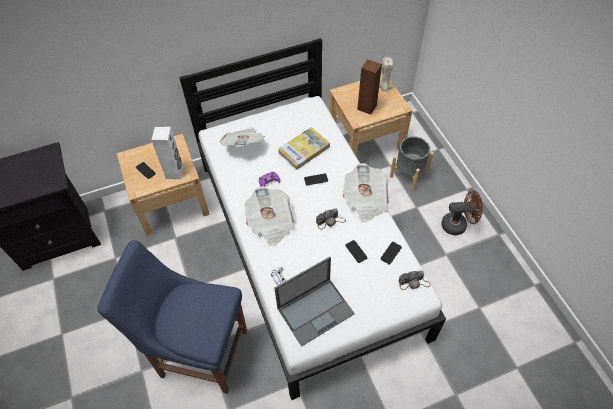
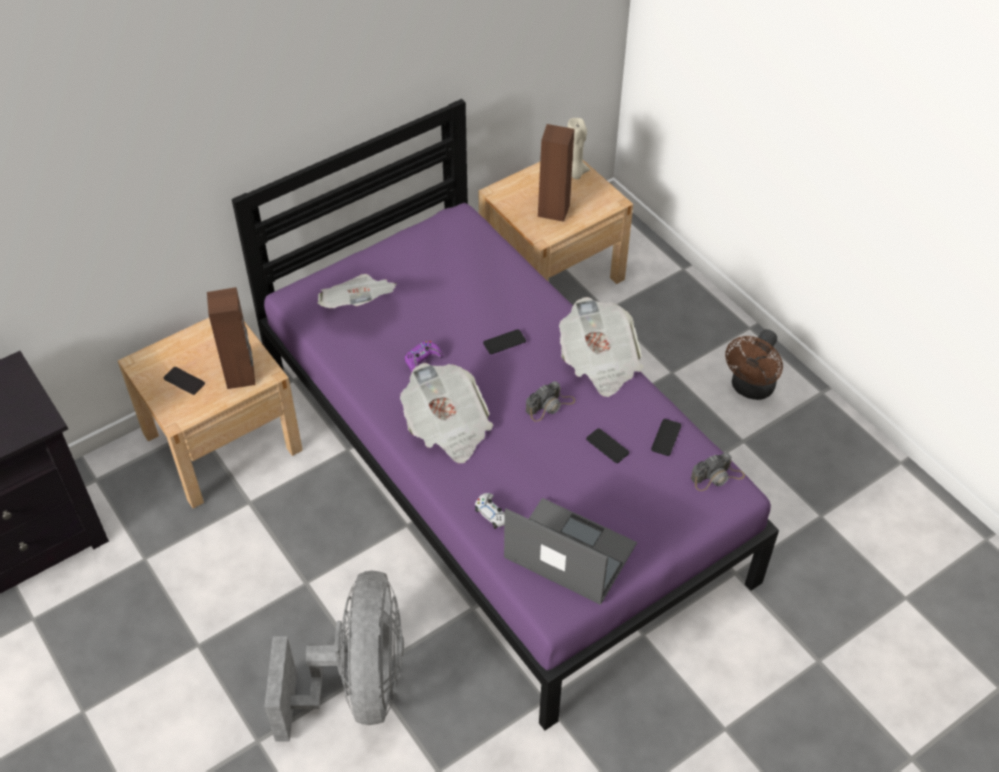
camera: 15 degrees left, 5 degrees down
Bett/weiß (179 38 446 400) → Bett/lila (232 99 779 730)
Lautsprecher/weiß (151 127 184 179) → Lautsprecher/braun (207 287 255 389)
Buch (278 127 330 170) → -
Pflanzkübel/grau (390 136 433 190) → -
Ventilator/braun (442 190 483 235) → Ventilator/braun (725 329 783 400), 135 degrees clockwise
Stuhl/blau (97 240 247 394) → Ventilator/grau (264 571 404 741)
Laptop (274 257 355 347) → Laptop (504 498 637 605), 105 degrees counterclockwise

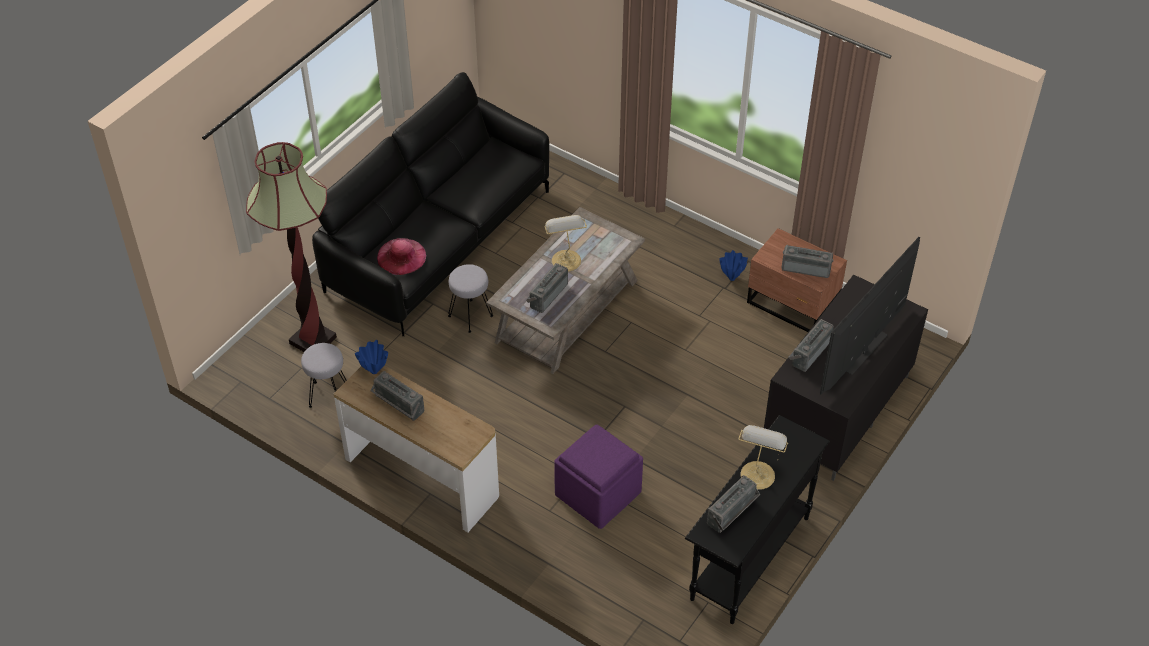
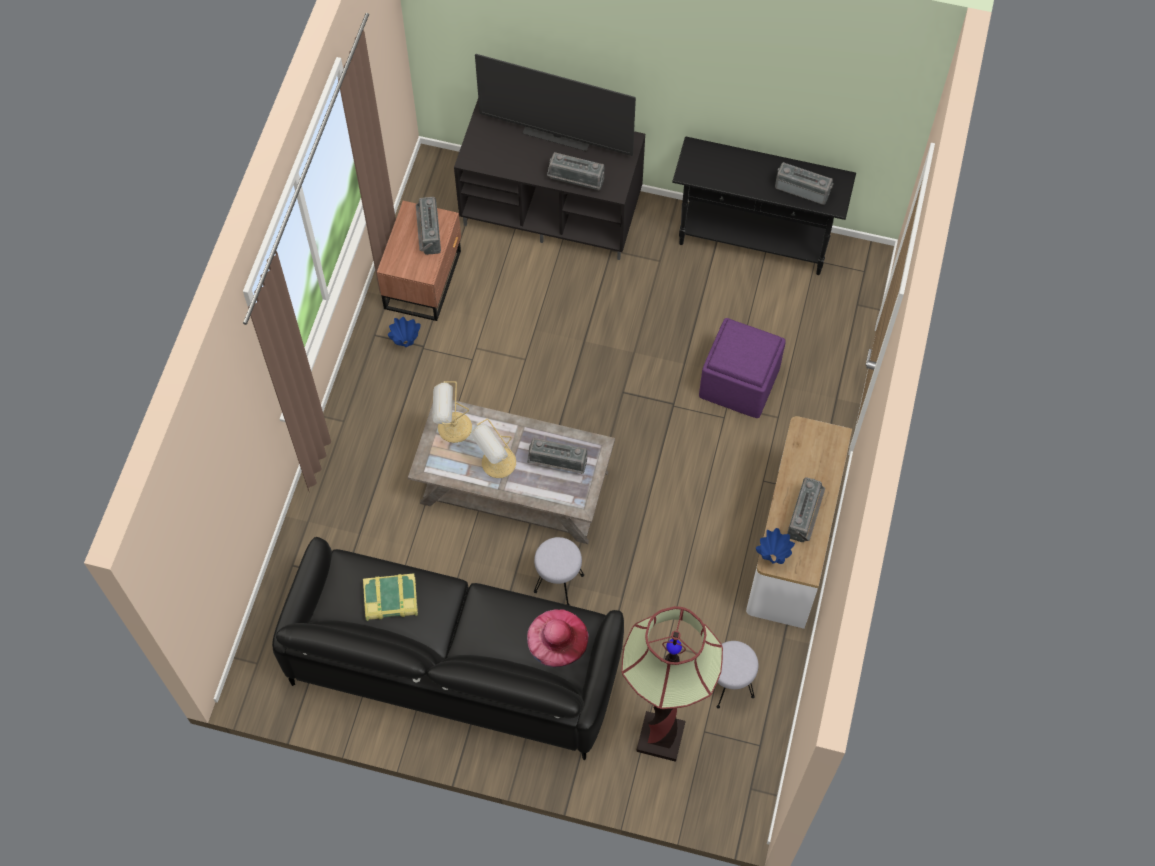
camera: 110 degrees left, 15 degrees up
Tischlampe (738 425 788 490) → Tischlampe (432 381 472 443), move
- → Buch (363 573 418 621)

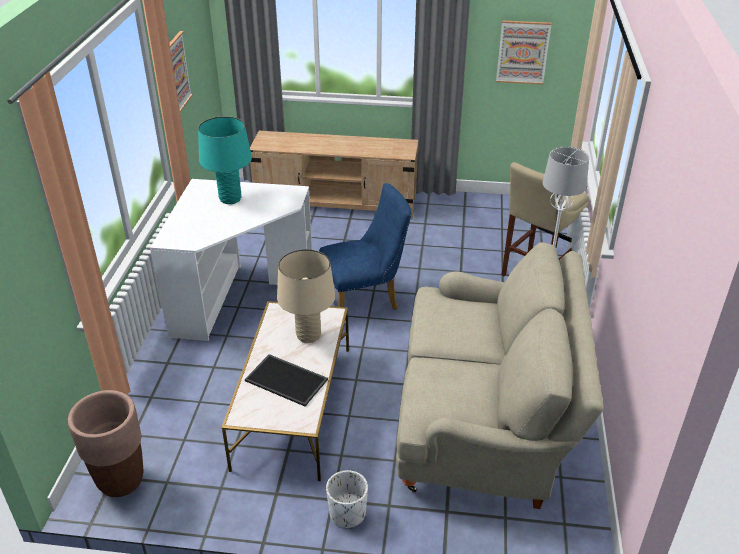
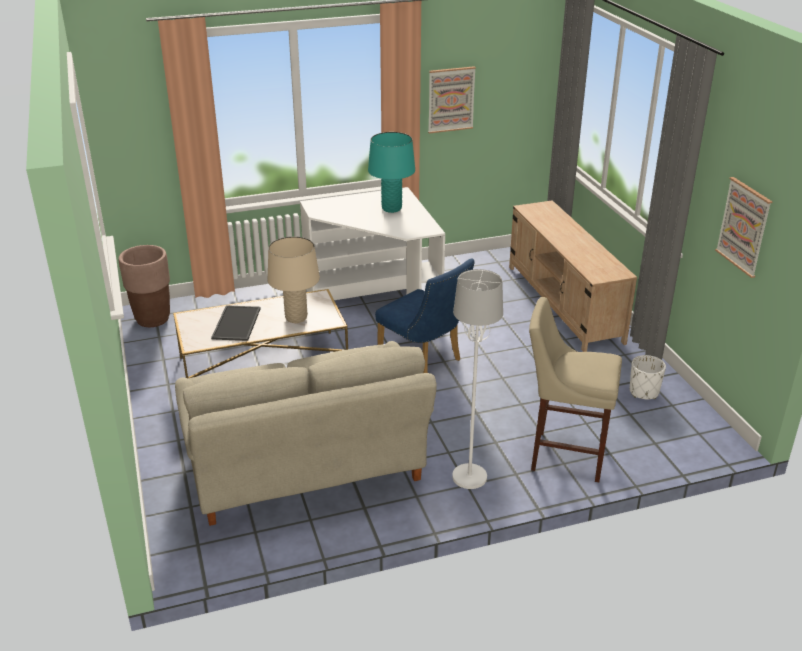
camera: 65 degrees right, 5 degrees down
Pflanzkübel/weiß (326 470 368 529) → Pflanzkübel/weiß (630 355 666 399), move

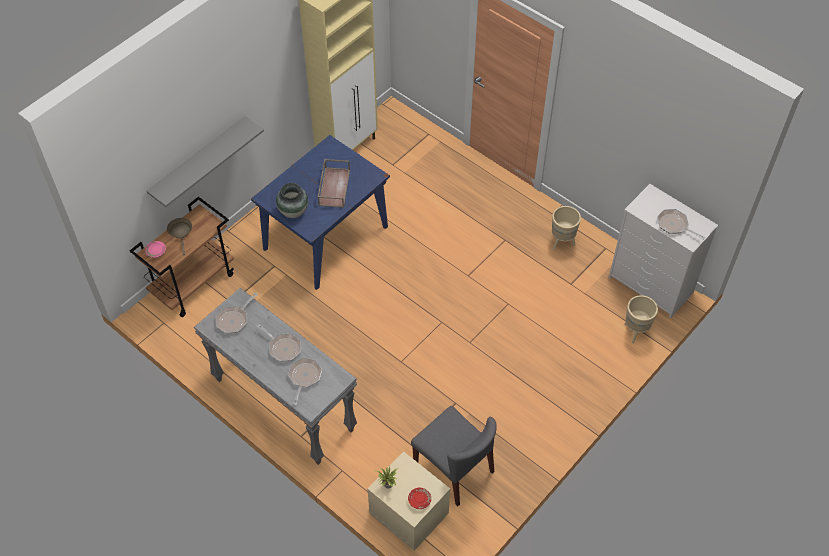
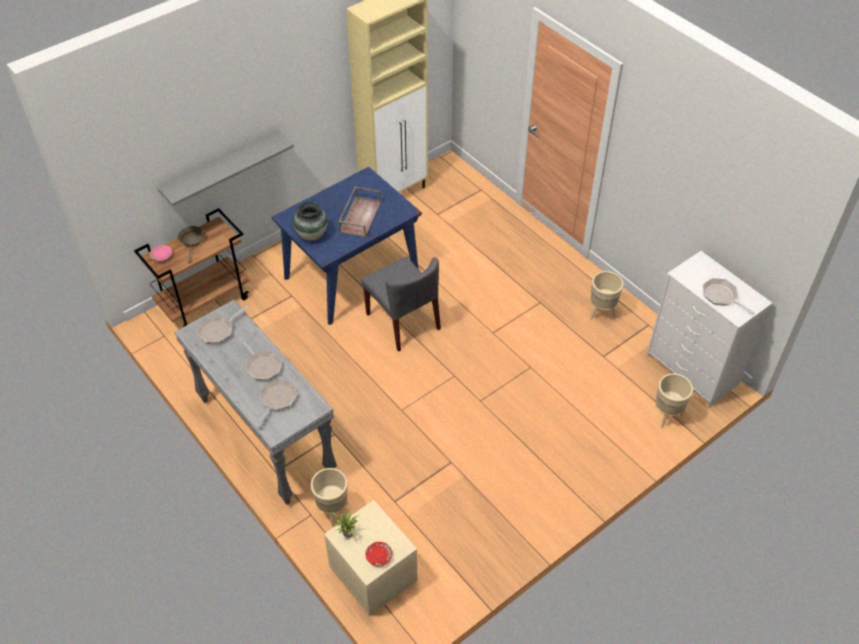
camera: 10 degrees right, 5 degrees down
Stuhl/grau (411 406 497 506) → Stuhl/grau (361 257 441 352), move
- → Pflanzkübel/beige (311 468 348 527)

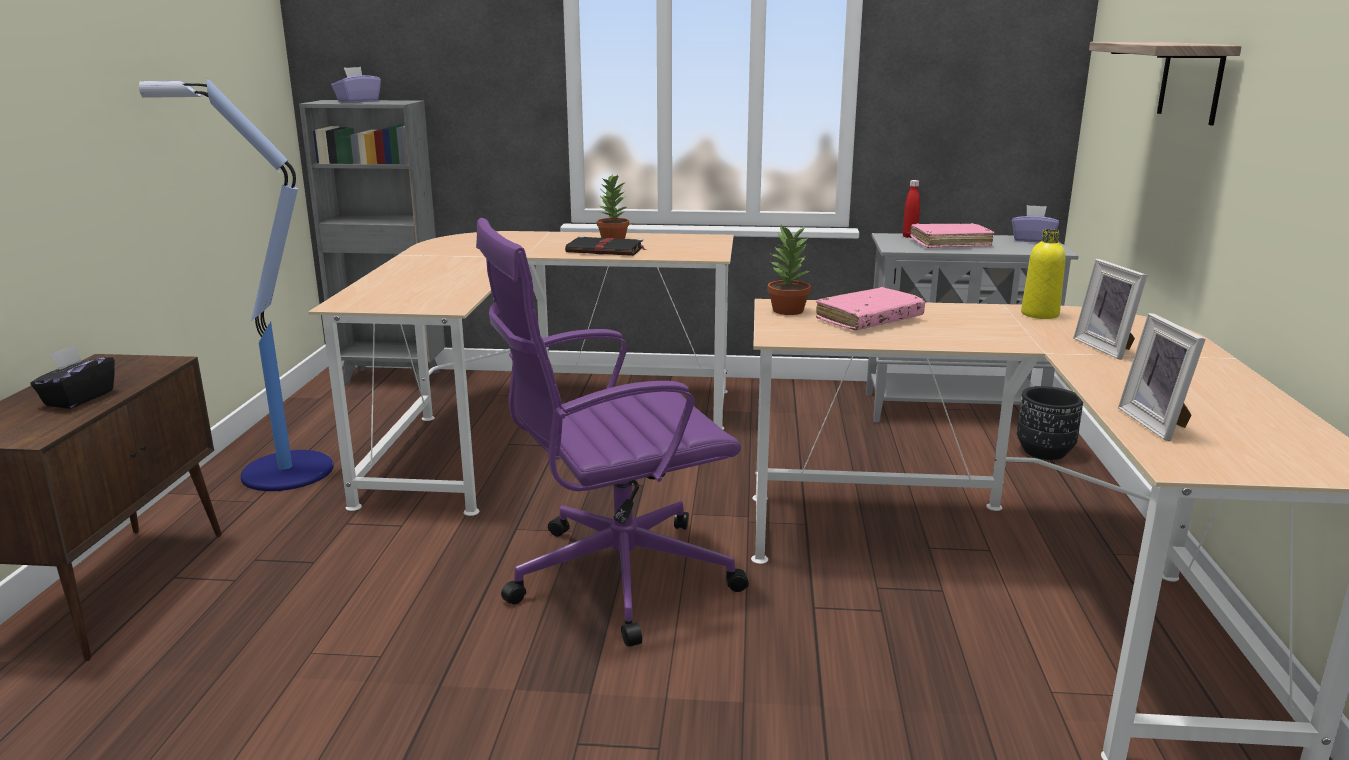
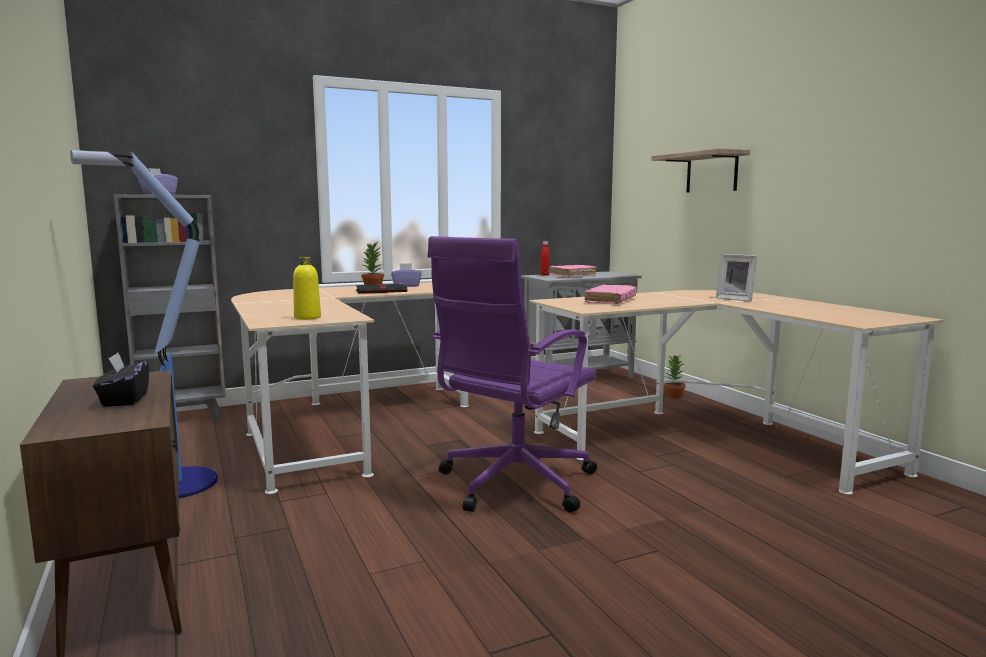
camera: 30 degrees left, 10 degrees down
Taschentuchbox/lila (1012 205 1059 242) → Taschentuchbox/lila (391 263 422 287), move
Topfpflanze (768 225 811 315) → Topfpflanze (664 355 686 398), move
Flasche/gelb (1021 229 1065 319) → Flasche/gelb (293 256 321 320), move
Bilderrahmen (1118 313 1206 441) → -
Pflanzkübel/schwarz (1017 386 1083 460) → -

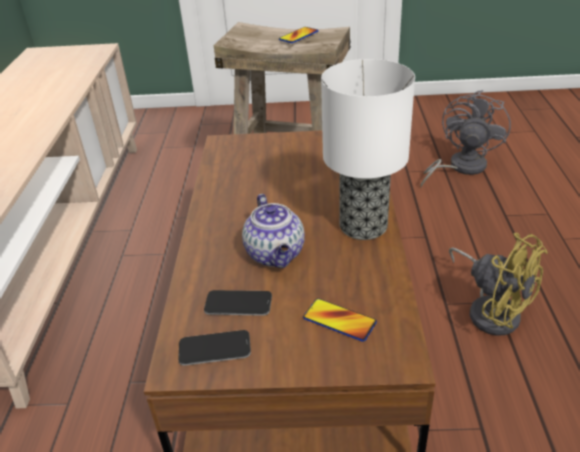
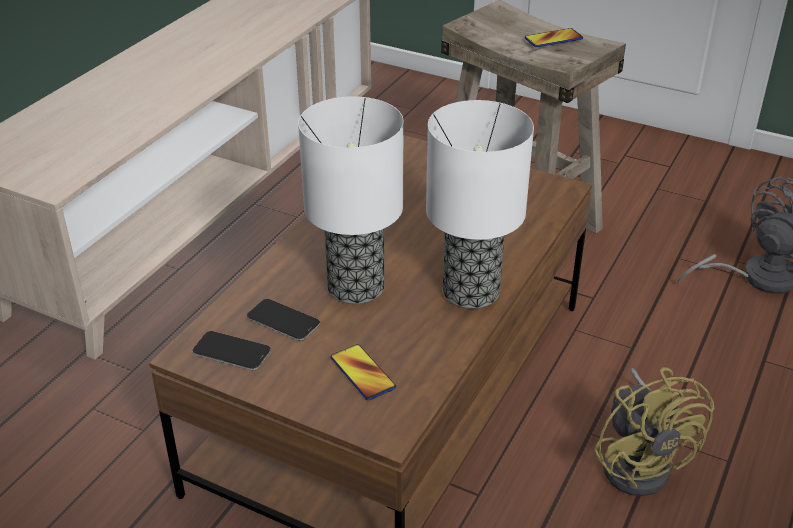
camera: 25 degrees right, 0 degrees up
Teekanne (242 194 305 268) → Tischlampe (298 96 404 304)

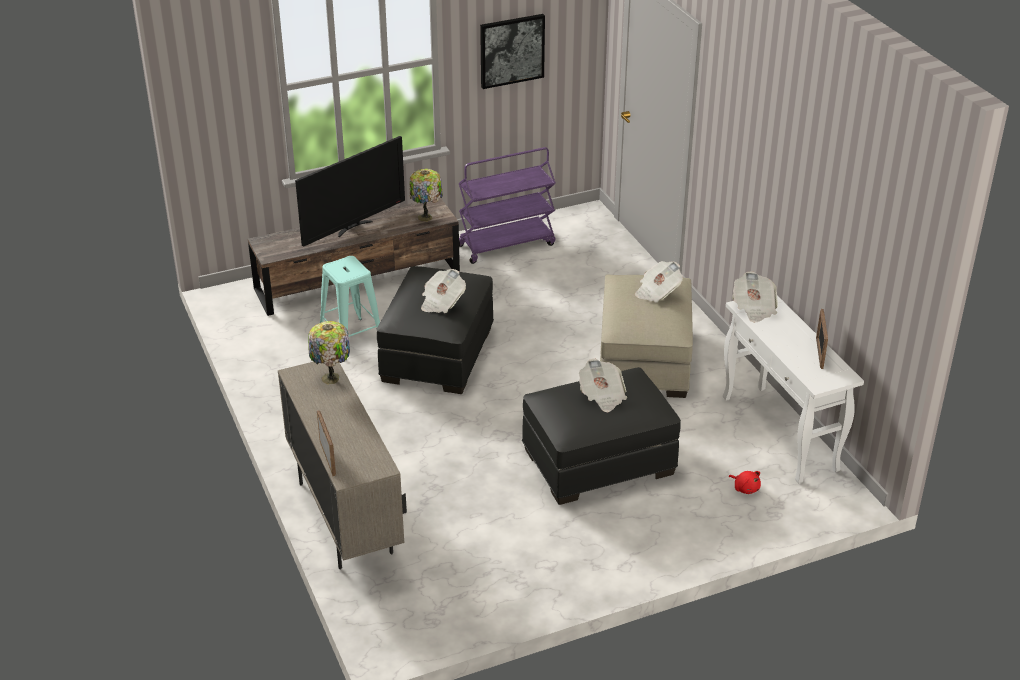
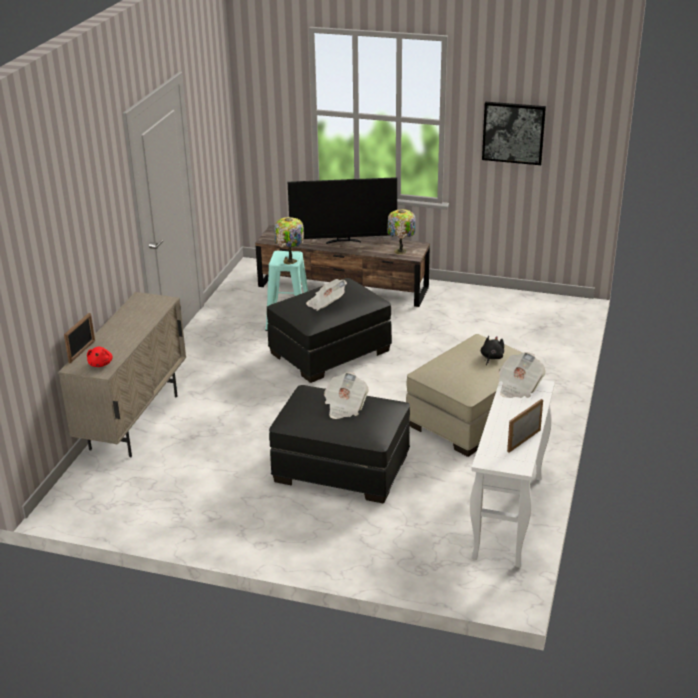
camera: 40 degrees right, 5 degrees down
Rollwagen/lila (459 147 556 264) → -
Zeitung (635 261 683 303) → Plüschtier/schwarz (481 336 504 365)
Tischlampe (308 321 350 384) → Tischlampe (274 217 304 264), move
Plüschtier/rot (728 471 761 494) → Plüschtier/rot (87 347 113 367), move

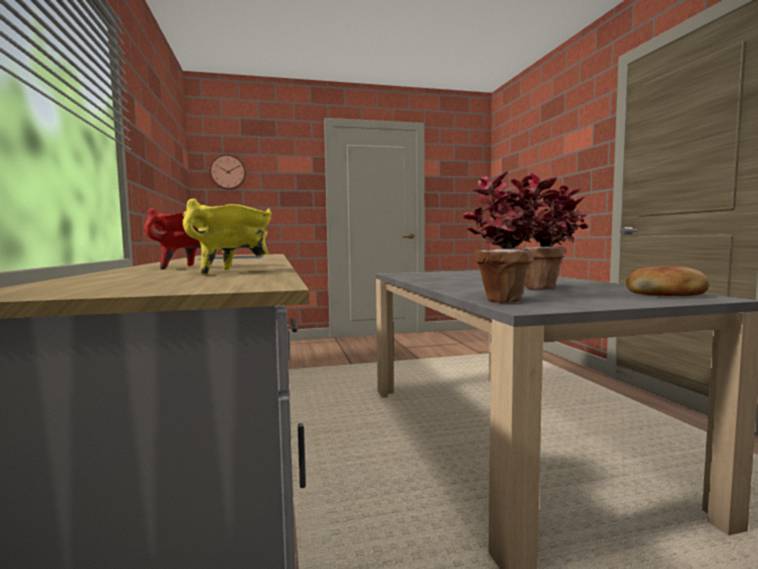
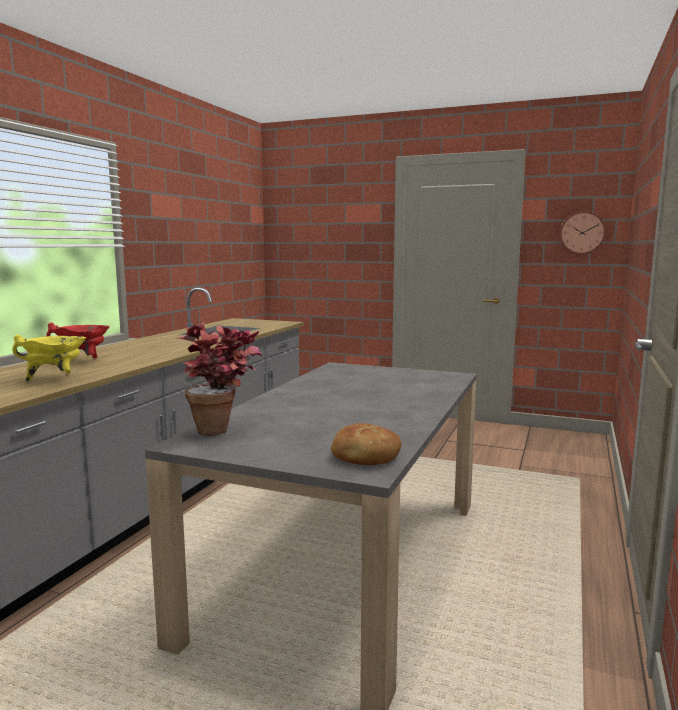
camera: 35 degrees right, 5 degrees up
Wanduhr (209 154 246 190) → Wanduhr (560 211 606 255), move
Topfpflanze (517 185 588 289) → -

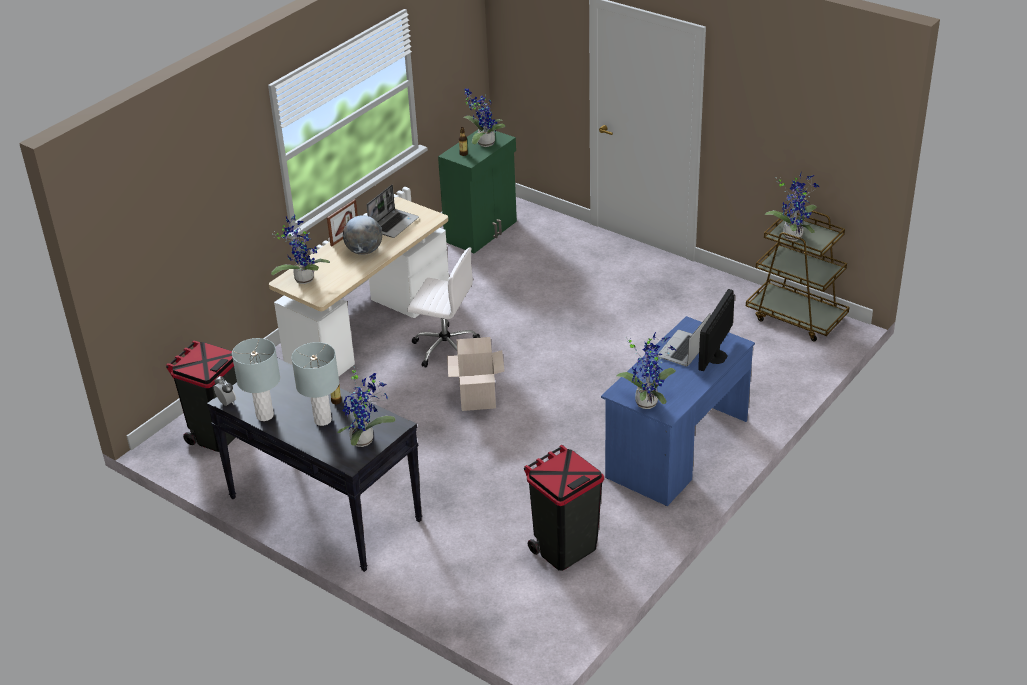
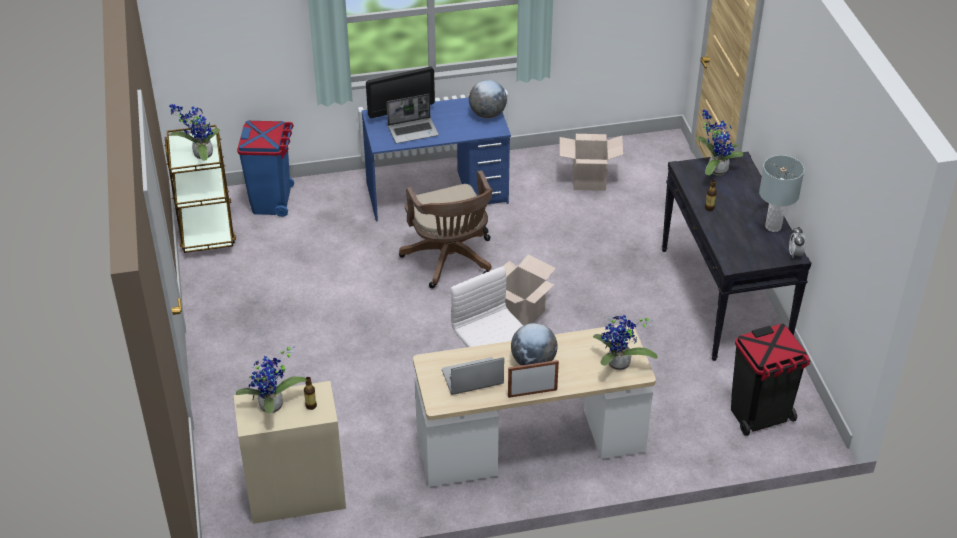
camera: 140 degrees left, 5 degrees up
Schrank/grün (438 130 517 253) → Schrank/beige (234 381 346 524)
Topfpflanze (616 332 676 409) → Globus (469 80 507 118)
Tischlampe/grau (291 342 339 426) → -
Mülleimer/schwarz (524 445 604 571) → Karton (560 134 623 191)
- → Mülleimer/blau (237 121 294 217)
- → Bürostuhl/braun (399 170 493 288)

